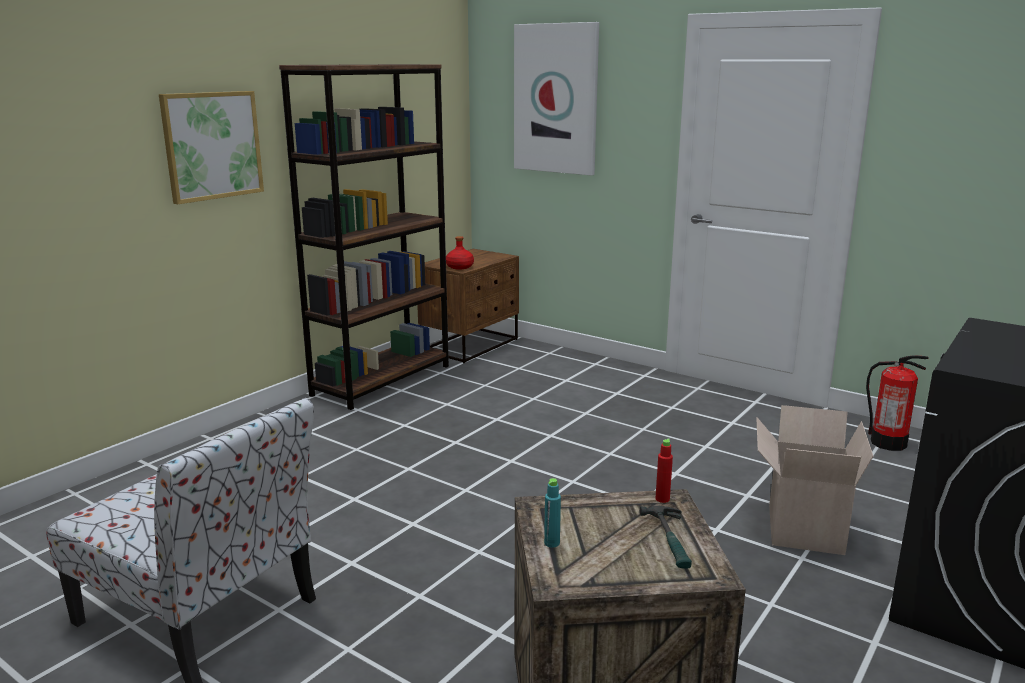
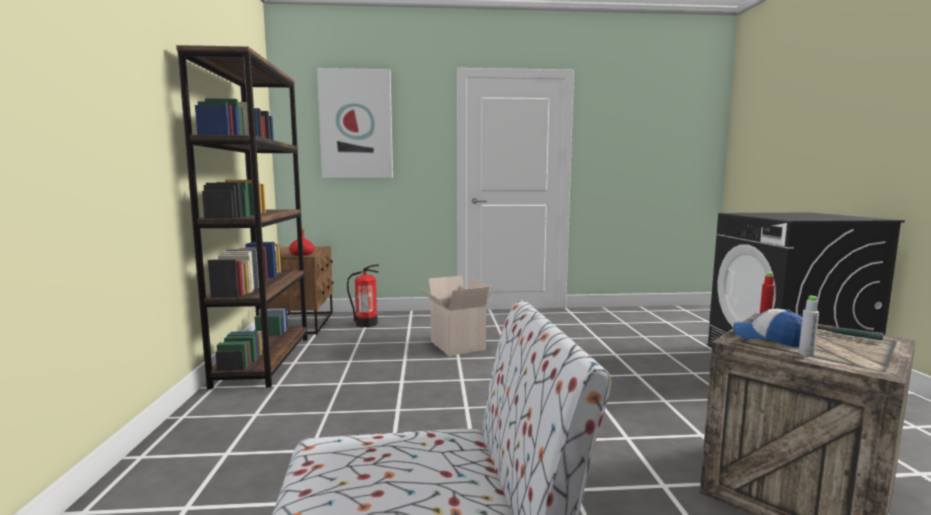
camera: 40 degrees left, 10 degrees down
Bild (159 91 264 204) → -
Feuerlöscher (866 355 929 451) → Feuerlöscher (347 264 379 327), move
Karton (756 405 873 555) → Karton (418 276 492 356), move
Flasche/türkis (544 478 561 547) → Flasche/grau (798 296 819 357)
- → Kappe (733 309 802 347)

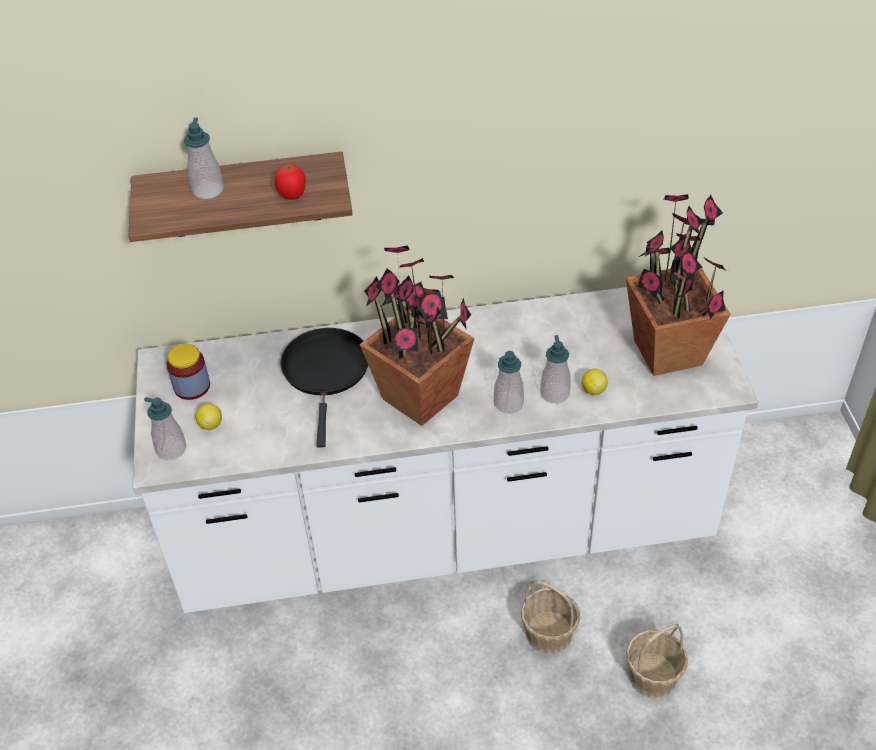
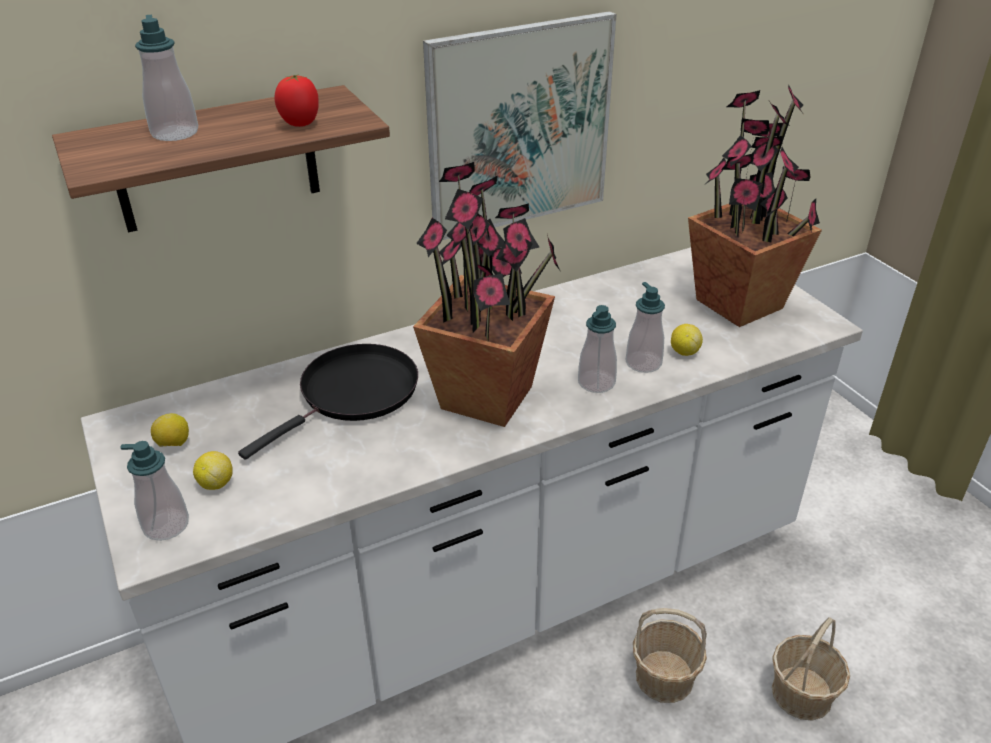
camera: 20 degrees left, 10 degrees down
Pfanne/schwarz (280 328 368 448) → Pfanne/schwarz (238 344 418 460), 60 degrees clockwise
Vorratsglas (166 344 210 400) → Zitrone (151 413 189 447)
- → Bild (423 11 617 240)

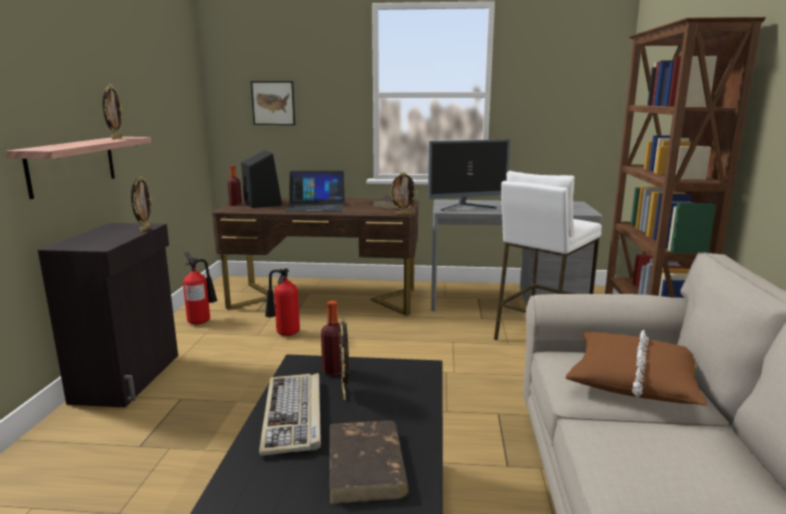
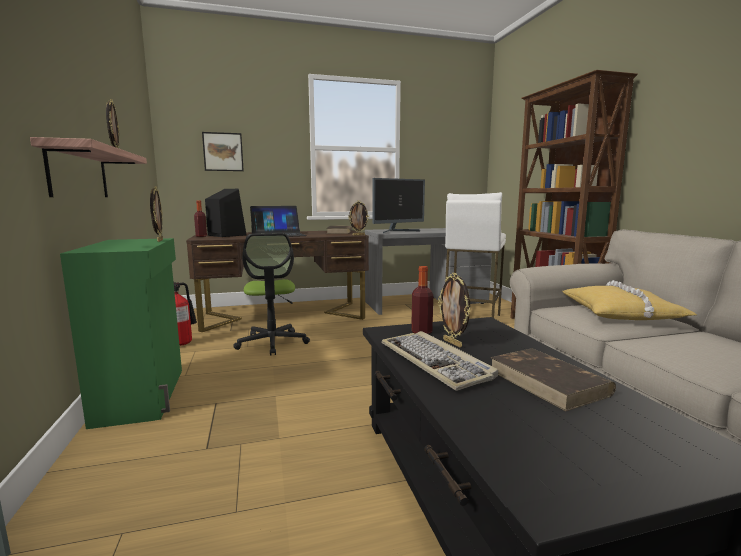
camera: 20 degrees left, 5 degrees down
Schrank/schwarz (38 223 178 407) → Schrank/grün (60 238 182 429)
Feuerlöscher (265 268 300 336) → Bürostuhl (233 233 310 356)
Kissen/braun (566 330 707 406) → Kissen/gelb (562 280 697 320)

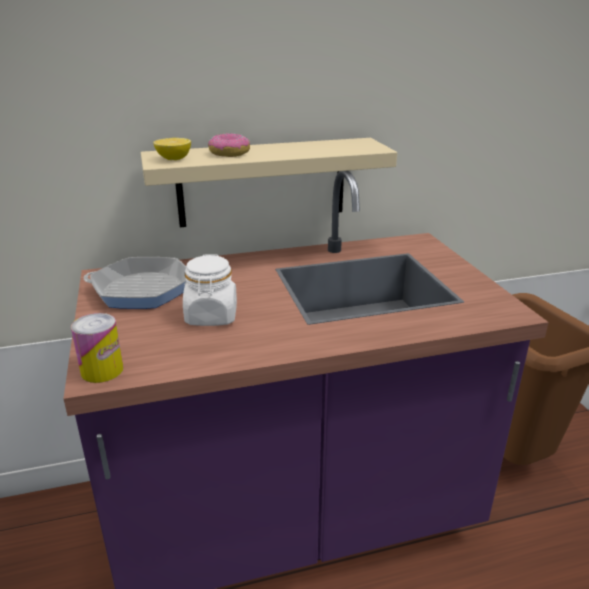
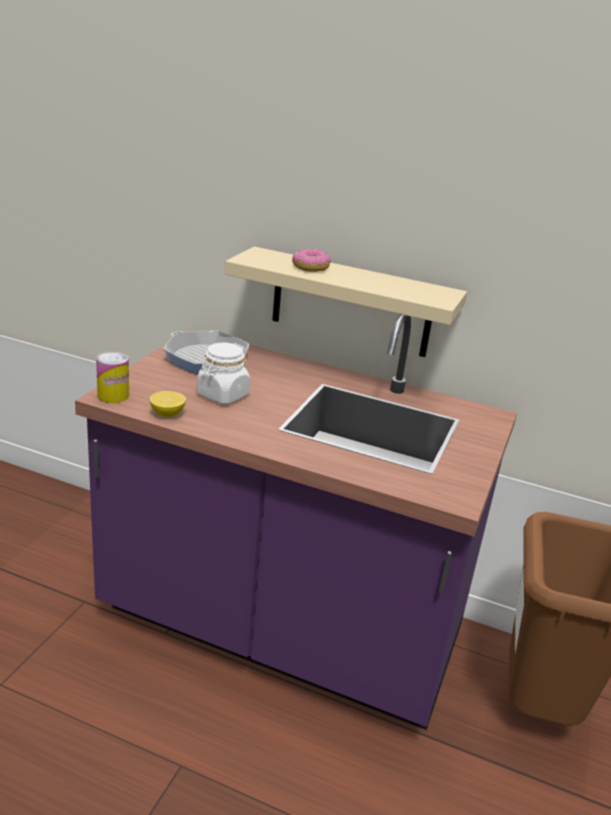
camera: 35 degrees right, 0 degrees up
Zitrone (153 138 191 160) → Zitrone (150 391 186 417), move

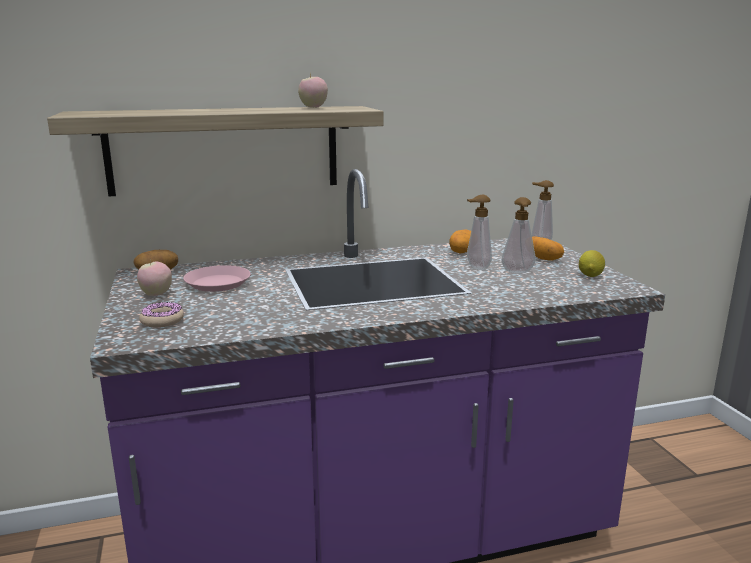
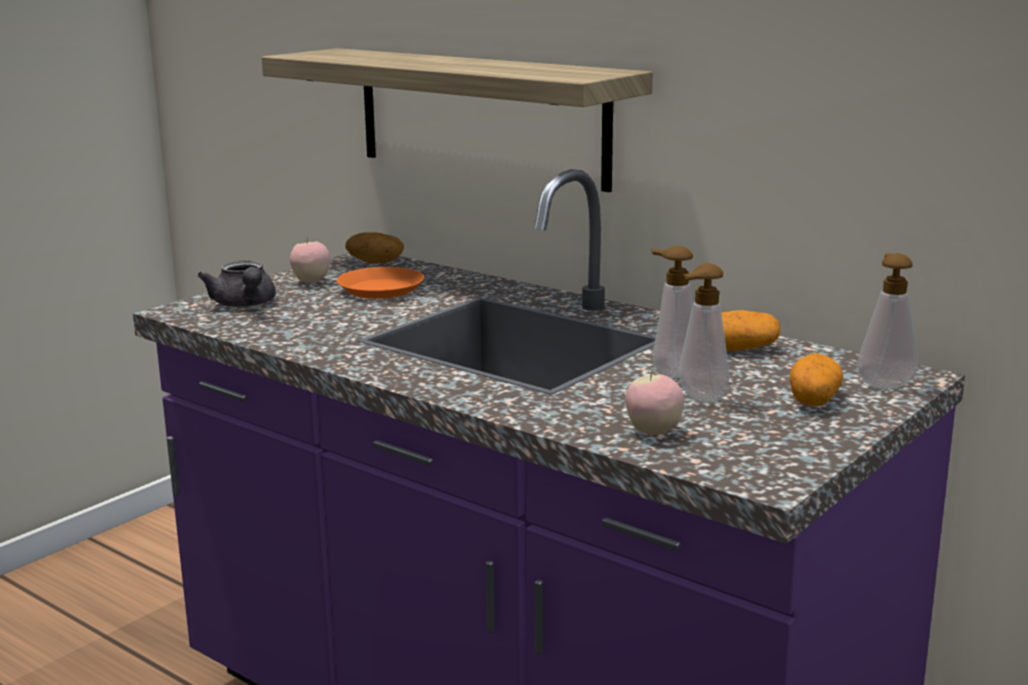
camera: 55 degrees right, 0 degrees up
Apfel (298 73 328 108) → Apfel (625 368 684 435), move
Zitrone (579 250 605 277) → -
Teller/rosa (183 265 251 292) → Teller/orange (337 267 424 299)
Donut (139 302 184 328) → Teekanne/grau (198 261 276 307)

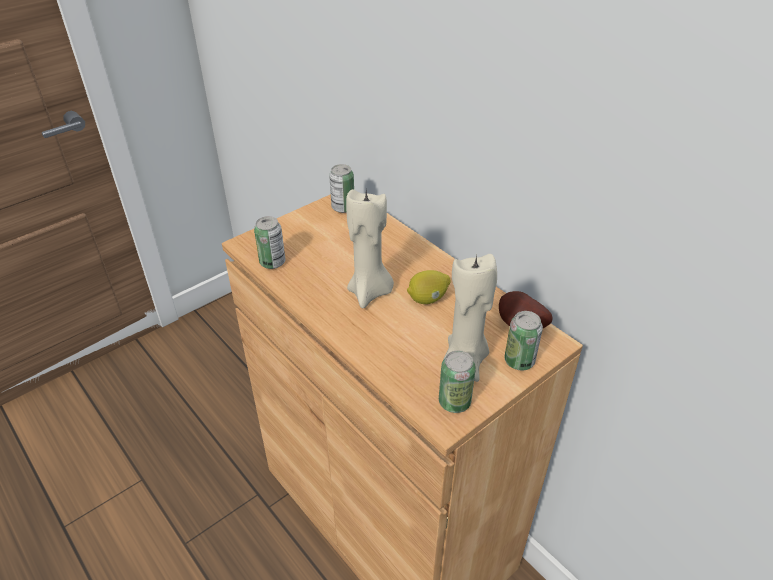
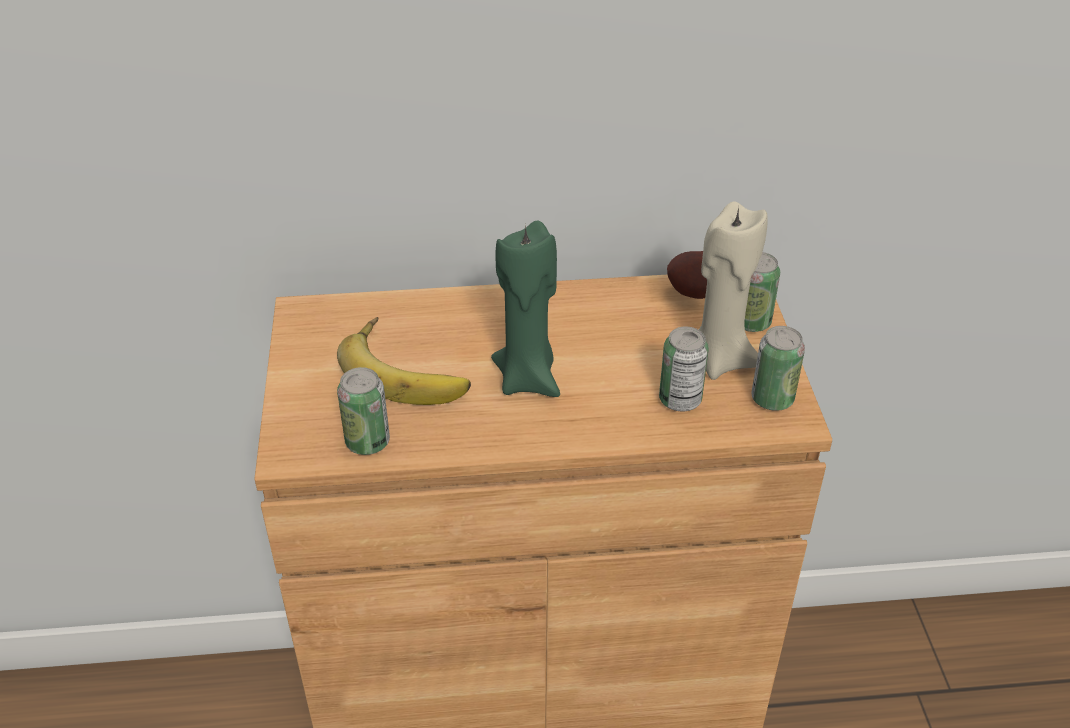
camera: 55 degrees left, 0 degrees up
Dose (329 164 354 213) → Dose (659 326 709 411), move
Kerze/beige (346 189 394 309) → Kerze/grün (491 221 560 397)
Zitrone (407 270 450 304) → -
- → Banane (337 317 471 405)

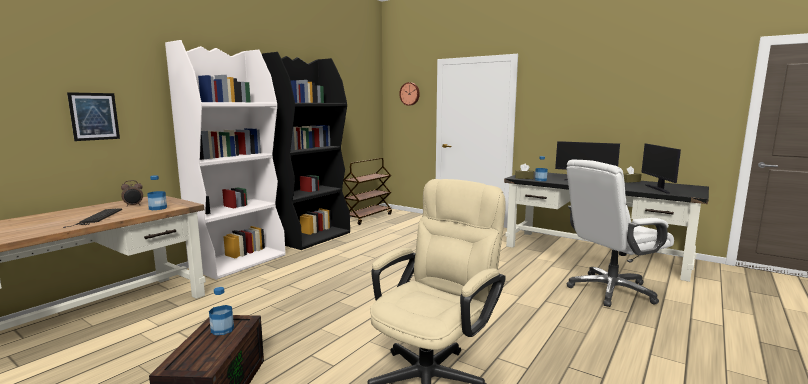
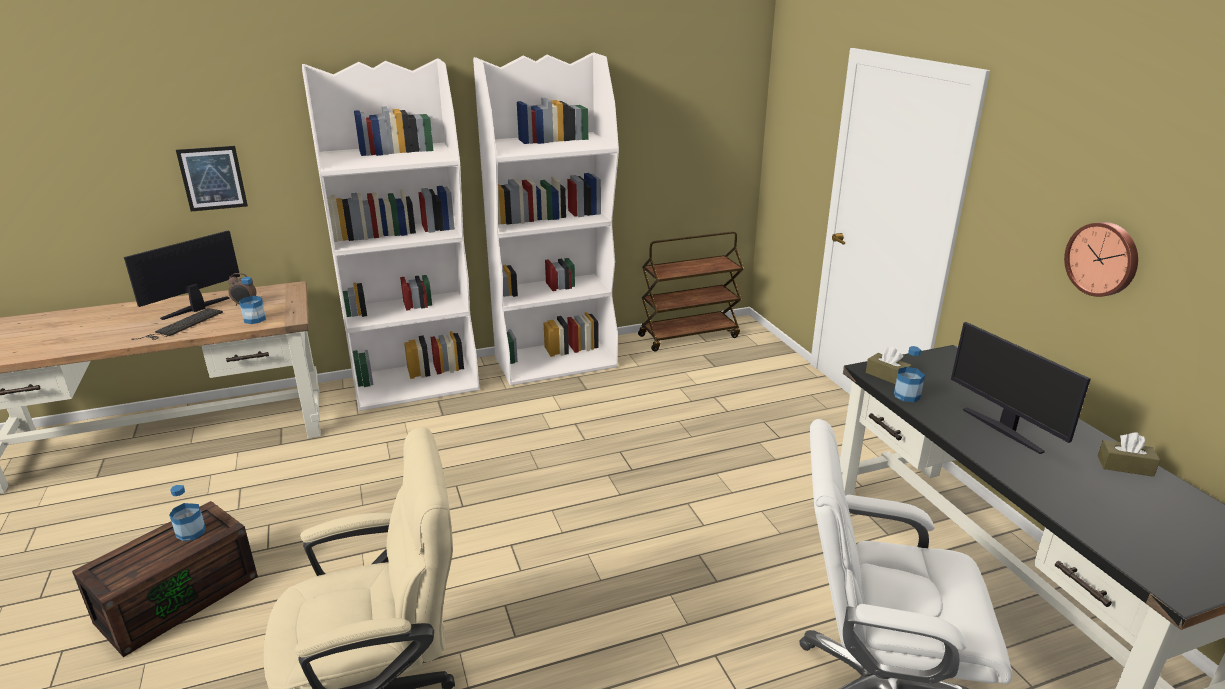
camera: 35 degrees right, 15 degrees up
Bücherregal/schwarz (262 52 350 250) → Bücherregal/weiß (473 53 619 386)
Wanduhr (399 82 420 106) → Wanduhr (1064 222 1138 297), move
Monitor (641 144 681 193) → Monitor (124 230 240 320), move

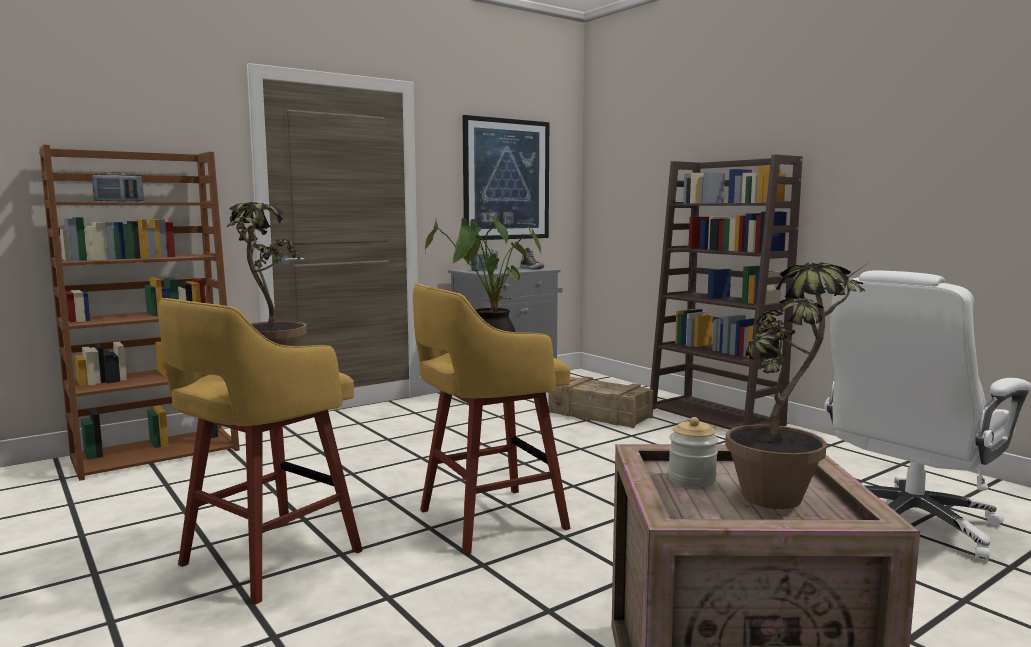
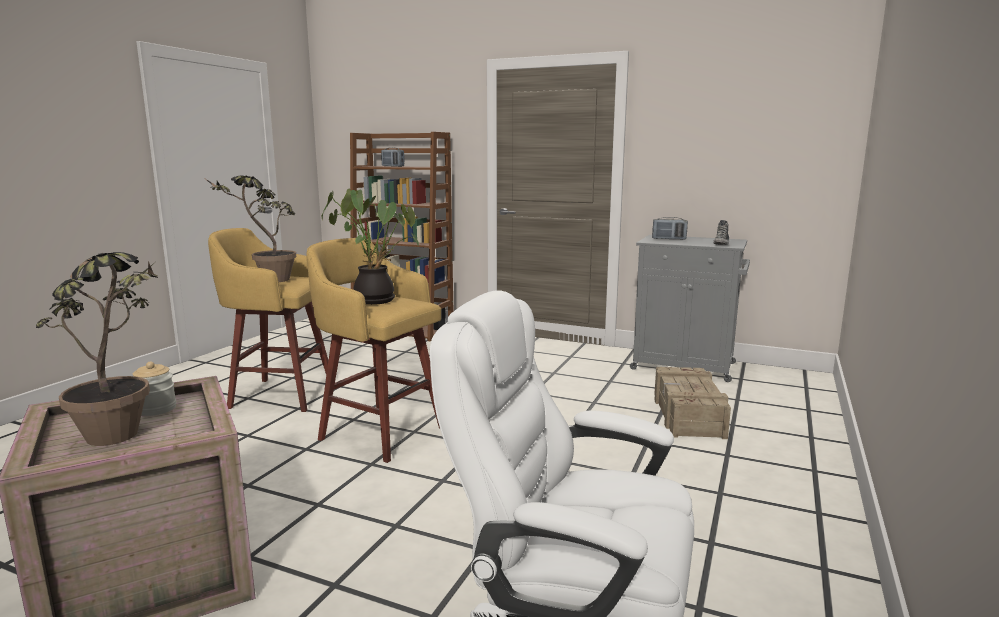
camera: 60 degrees right, 5 degrees up
Bild (462 115 549 240) → -
Bücherregal/braun (650 154 803 430) → -

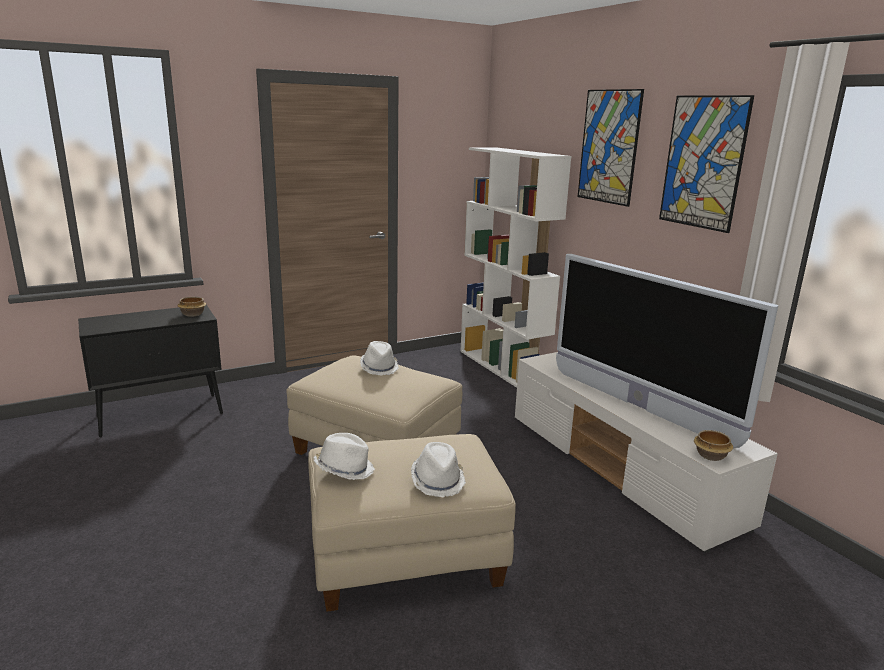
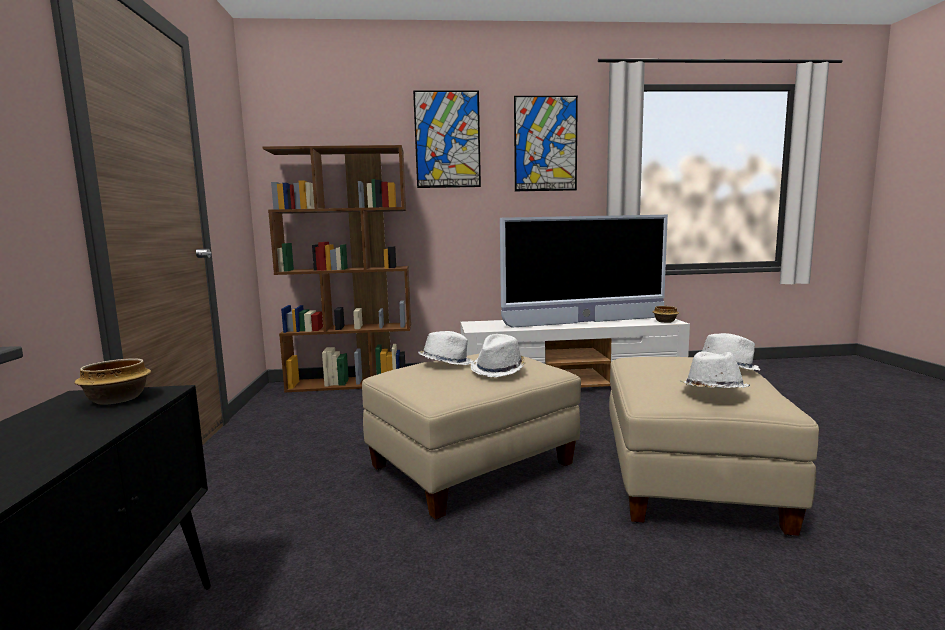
camera: 65 degrees left, 10 degrees down
Bücherregal/weiß (460 147 571 388) → Bücherregal/braun (263 145 411 393)
- → Hut/weiß (471 334 526 377)

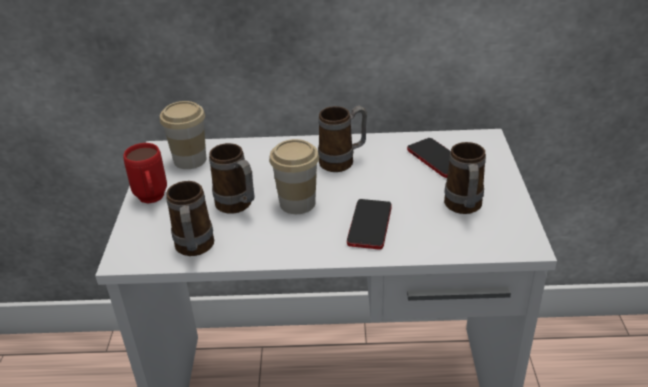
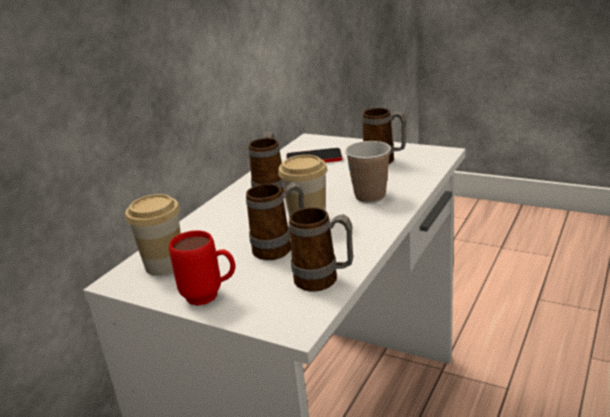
camera: 60 degrees left, 10 degrees down
Handy (347 199 392 250) → Tasse (345 141 391 203)

